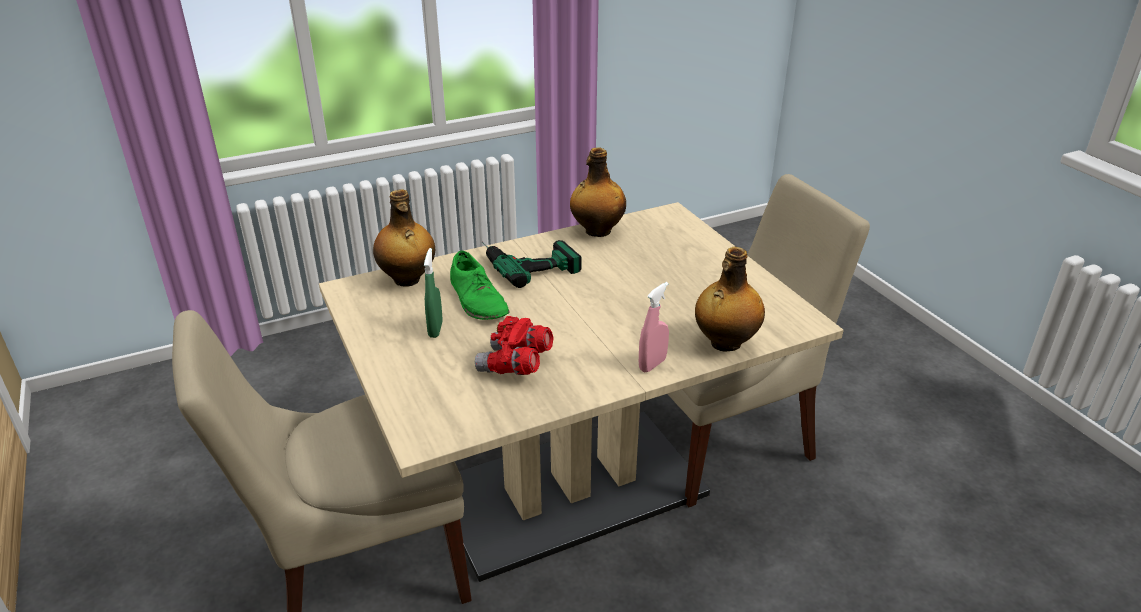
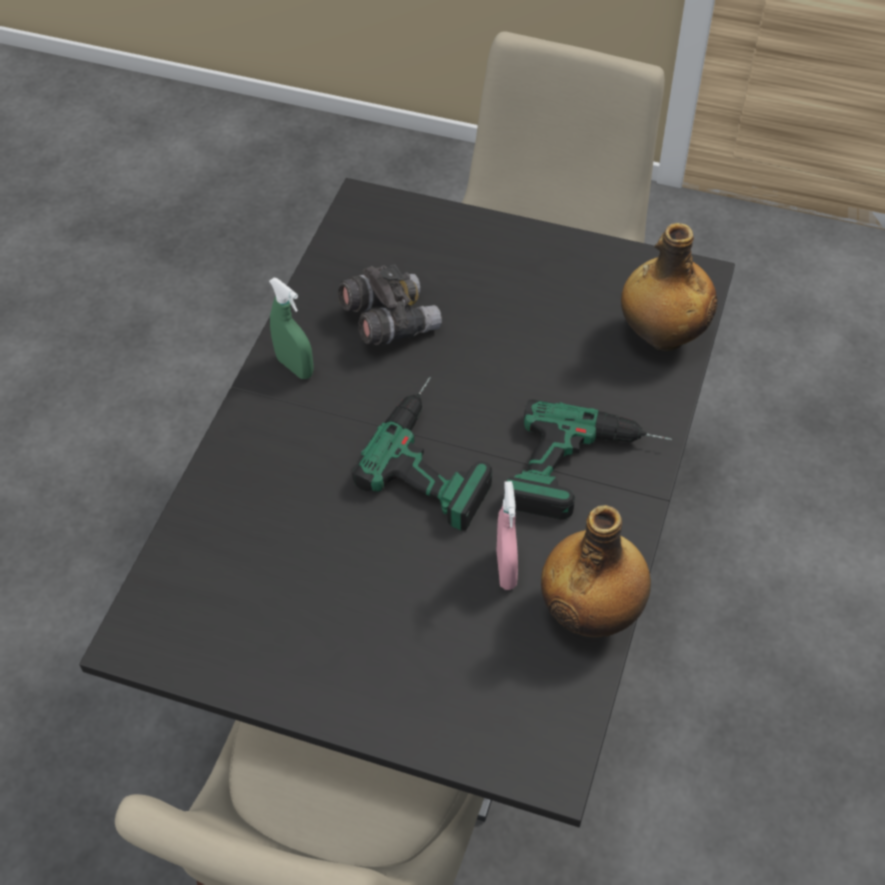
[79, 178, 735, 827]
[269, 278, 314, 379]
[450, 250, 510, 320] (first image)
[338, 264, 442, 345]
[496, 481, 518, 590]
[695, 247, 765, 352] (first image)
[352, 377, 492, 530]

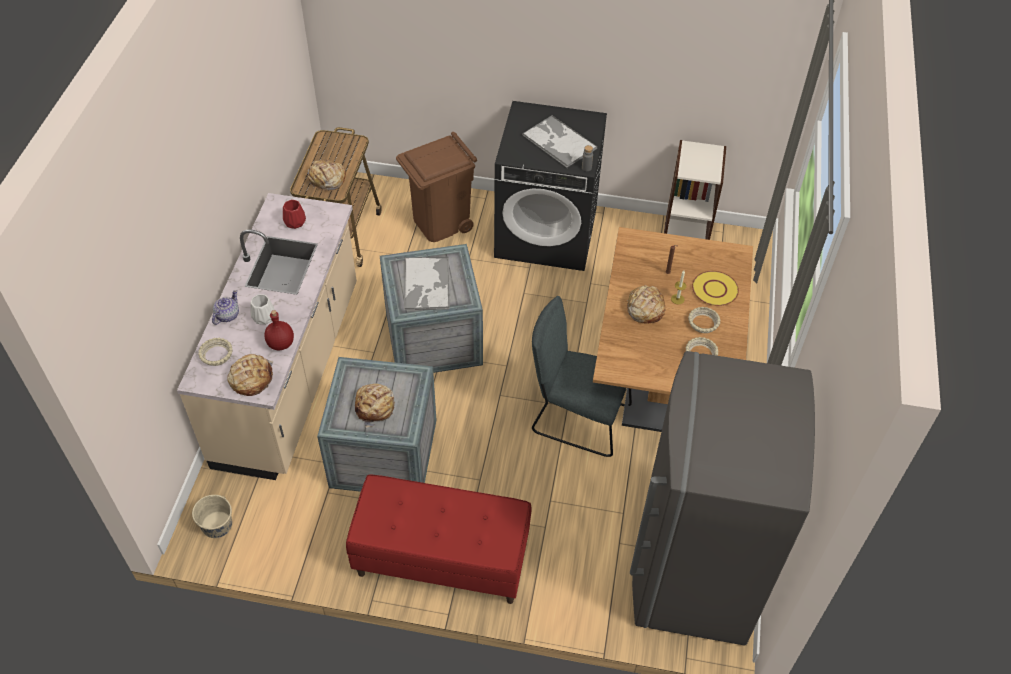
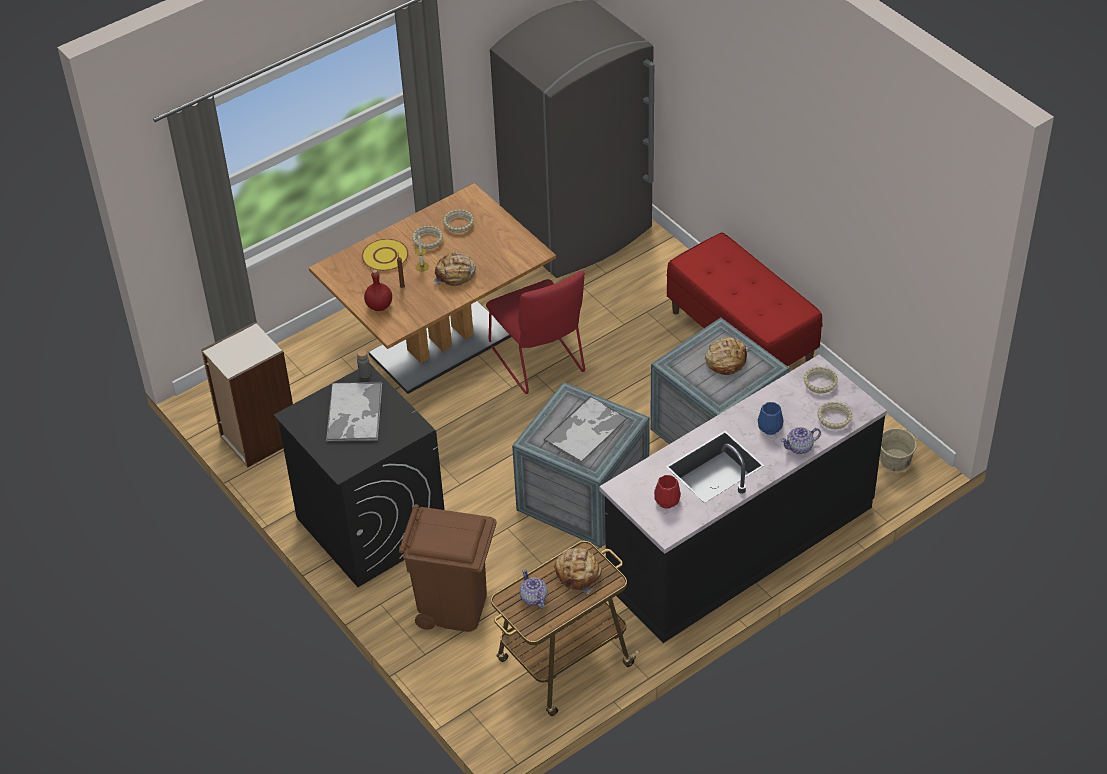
[599, 355, 887, 643]
[803, 367, 838, 394]
[758, 402, 784, 435]
[364, 270, 392, 311]
[486, 271, 585, 394]
[519, 569, 547, 609]

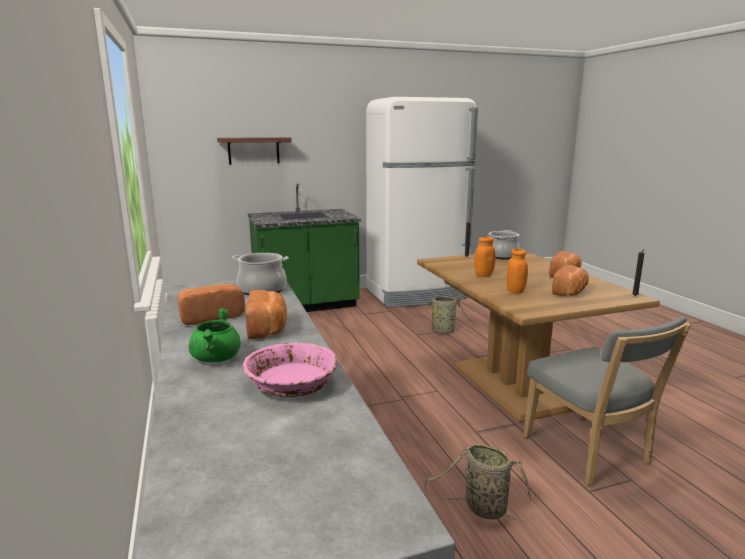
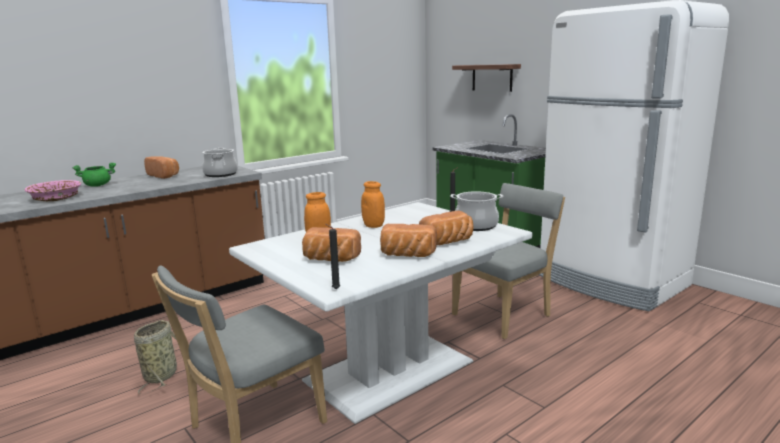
[419, 211, 473, 245]
[229, 202, 532, 424]
[452, 183, 565, 339]

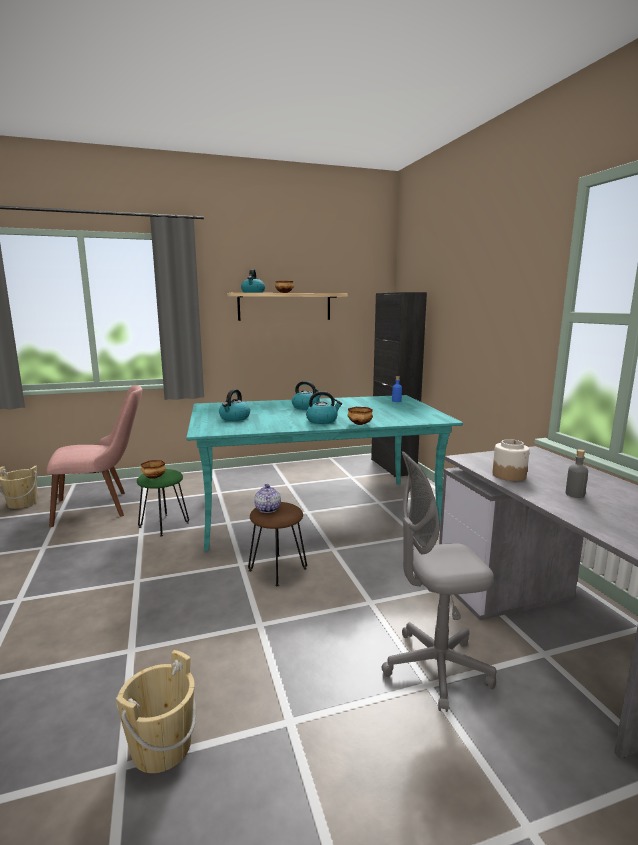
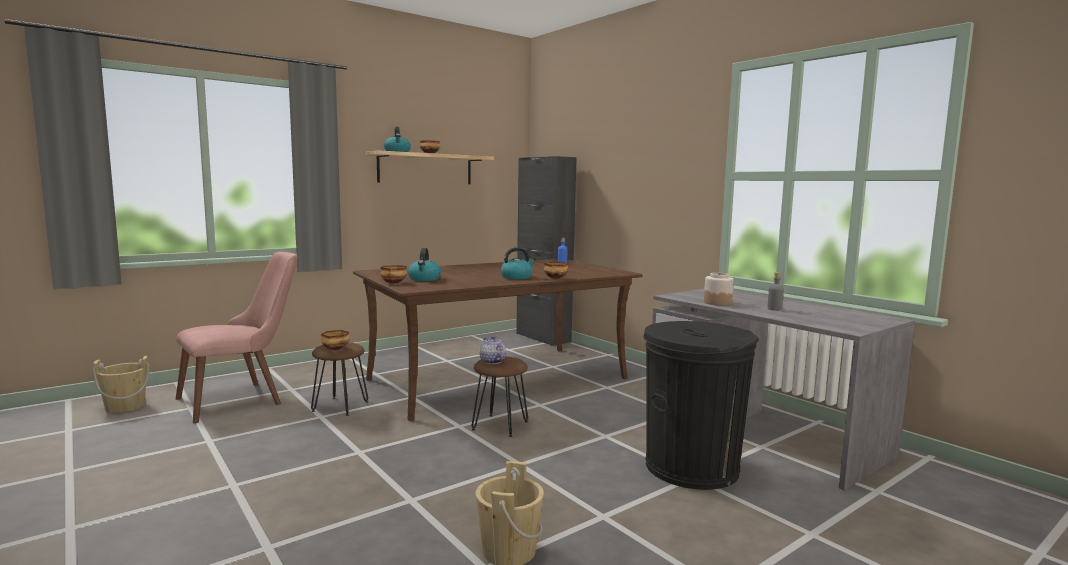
[311, 342, 368, 416]
[353, 259, 642, 421]
[292, 381, 320, 410] (first image)
[643, 321, 759, 490]
[380, 265, 407, 284]

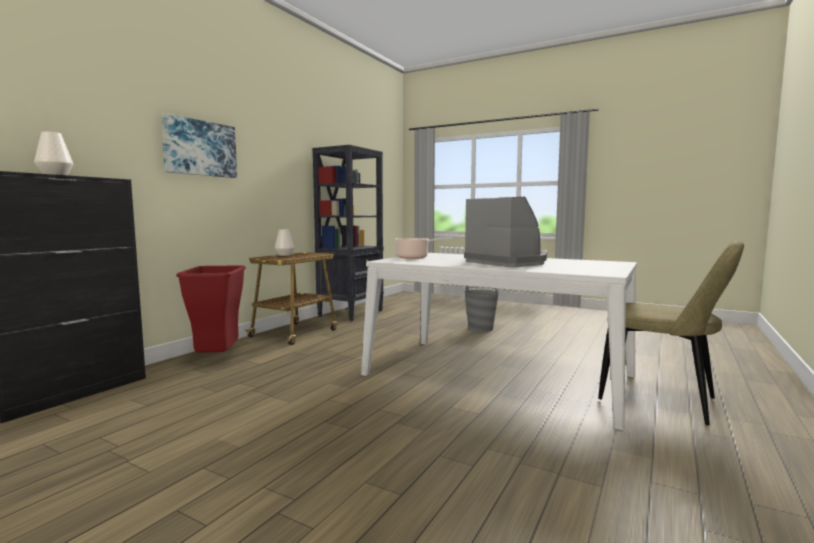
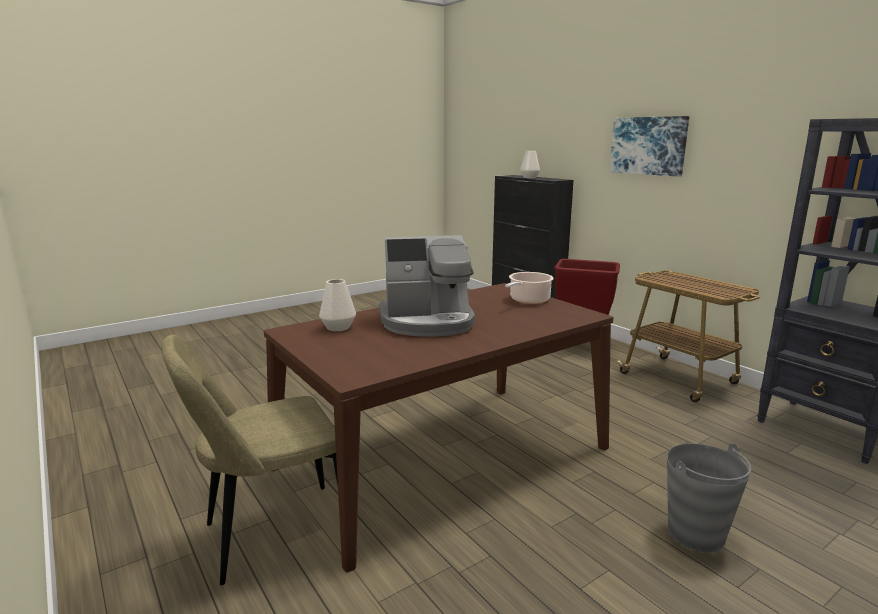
[319, 279, 356, 331]
[264, 283, 614, 572]

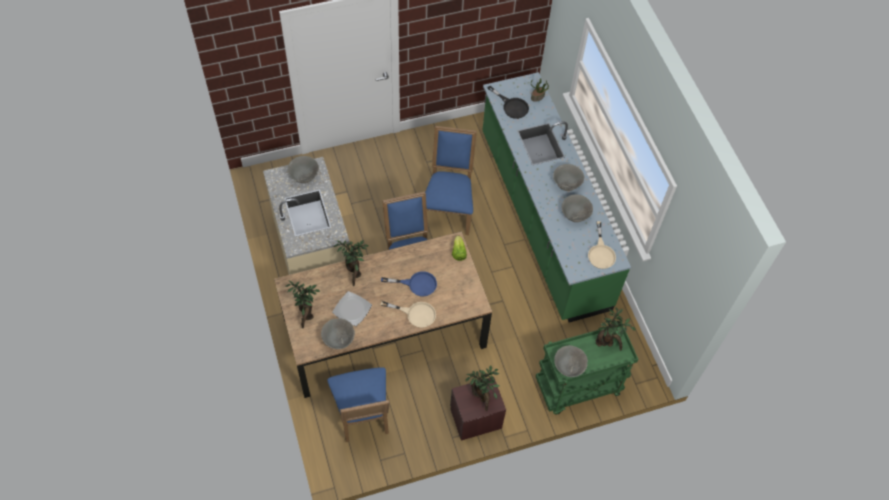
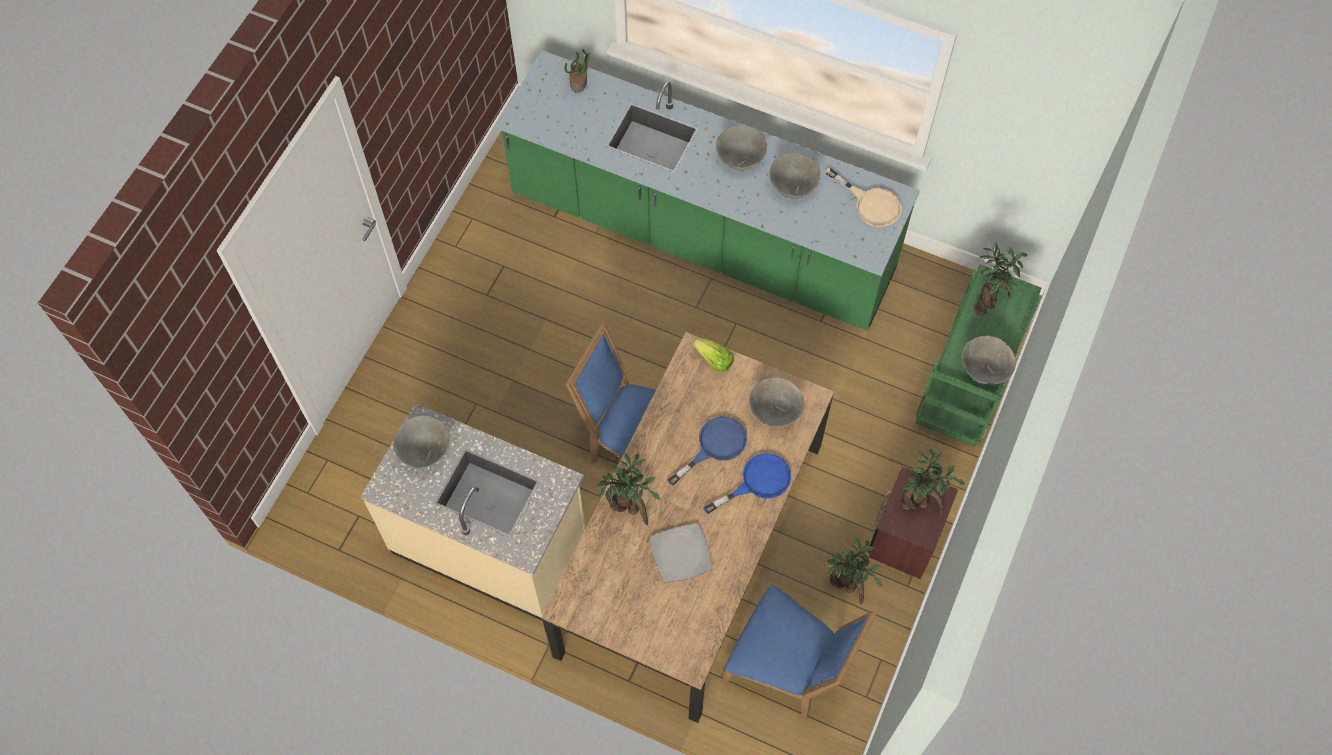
[826, 537, 882, 605]
[749, 377, 804, 427]
[703, 453, 791, 514]
[425, 126, 477, 235] (first image)
[488, 86, 529, 119] (first image)

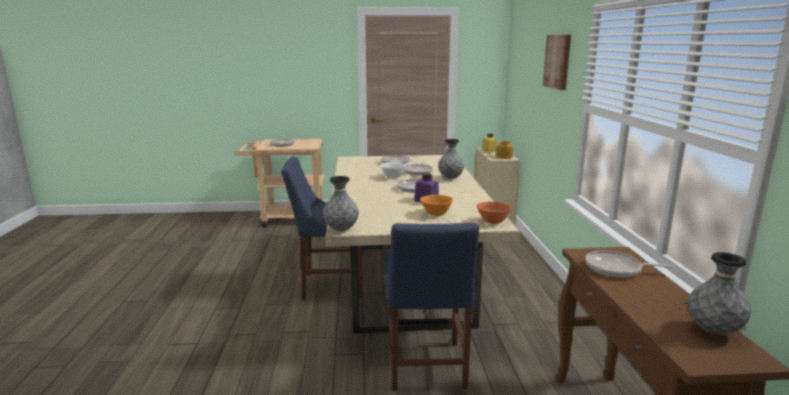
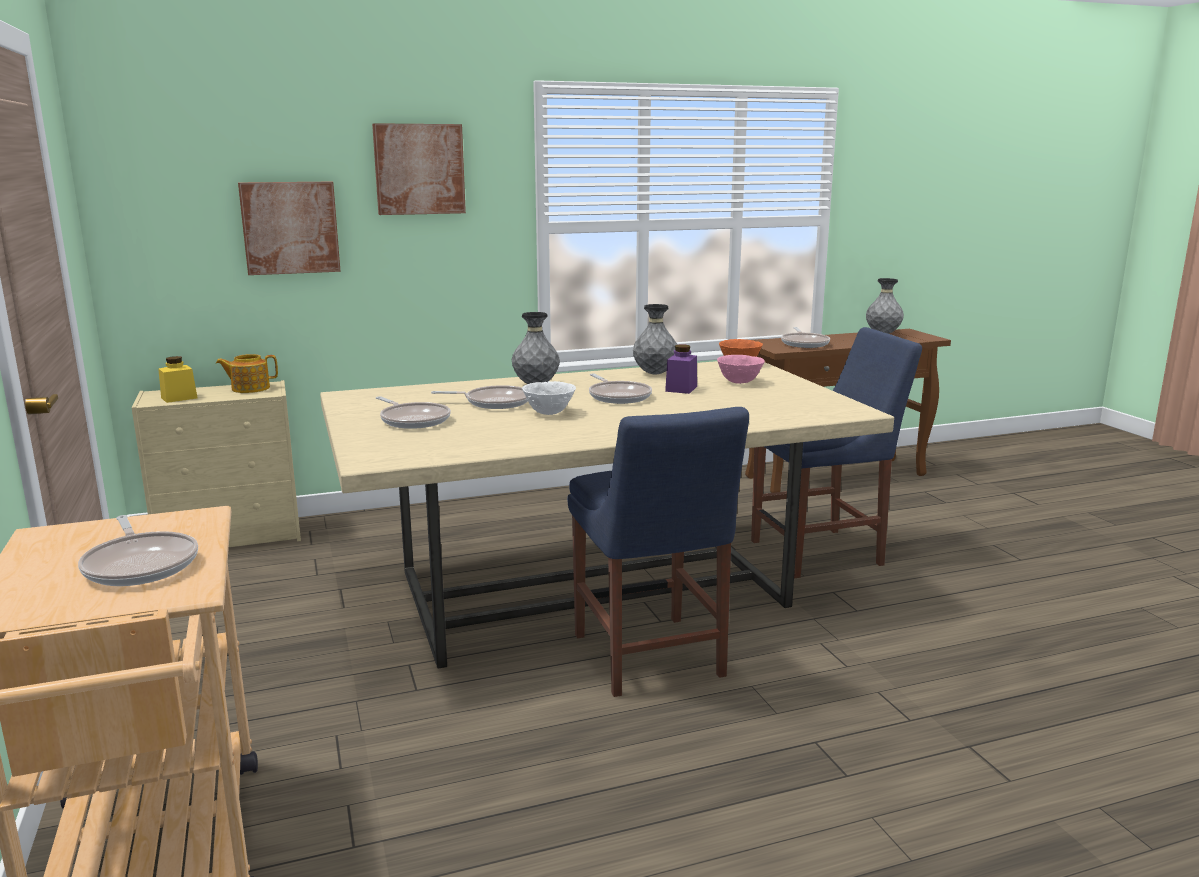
[633, 304, 677, 375]
[717, 355, 765, 384]
[238, 182, 341, 275]

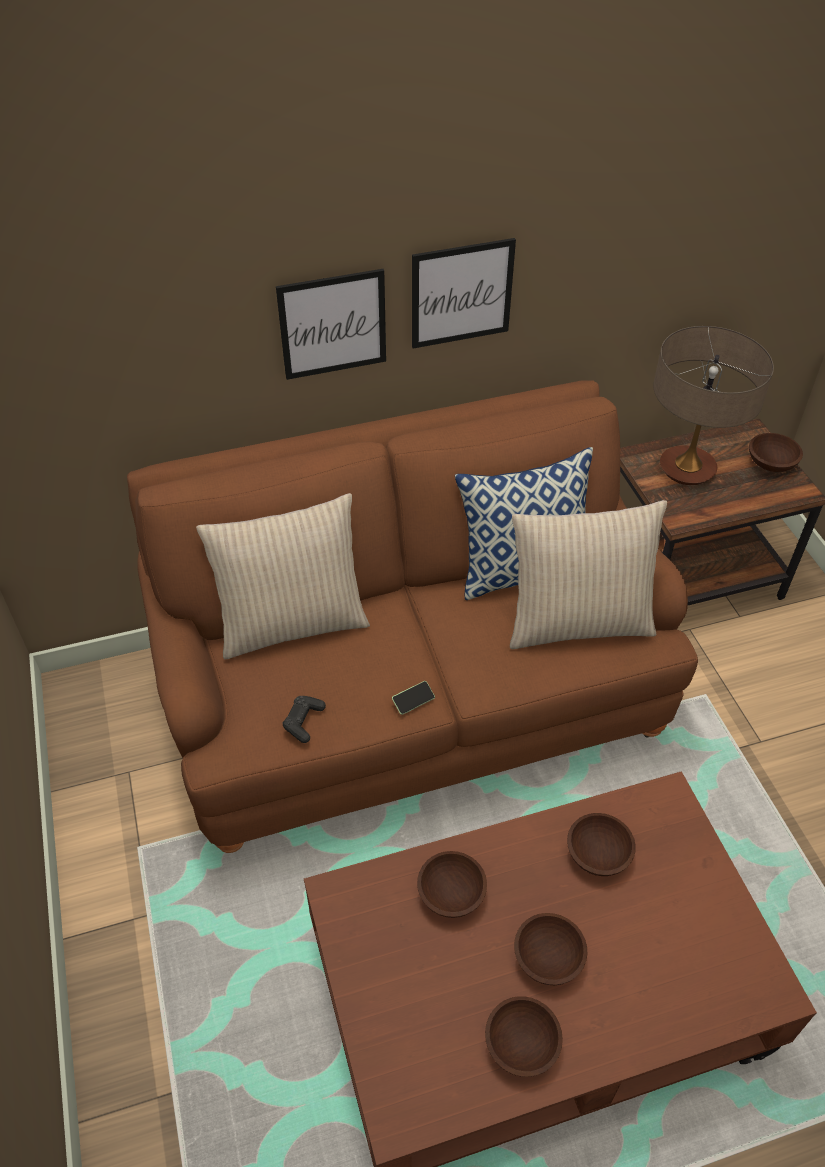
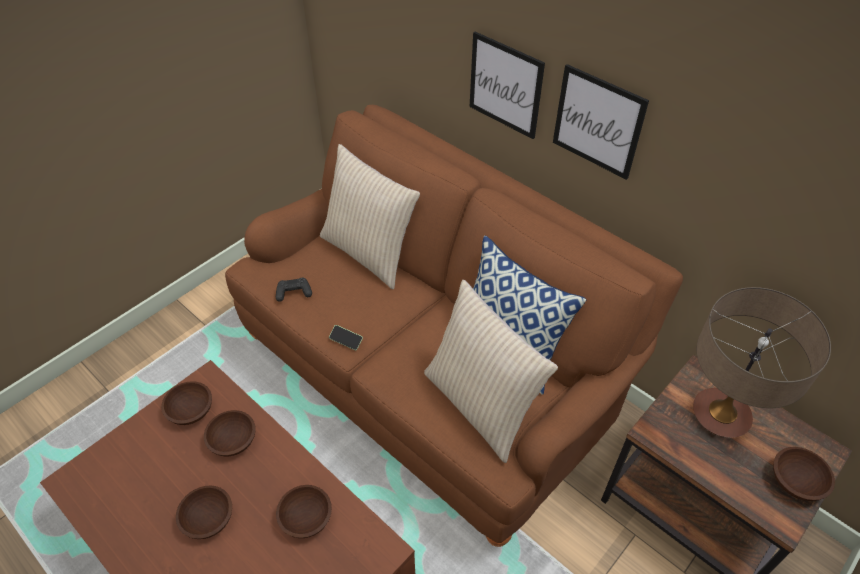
[161, 381, 212, 425]

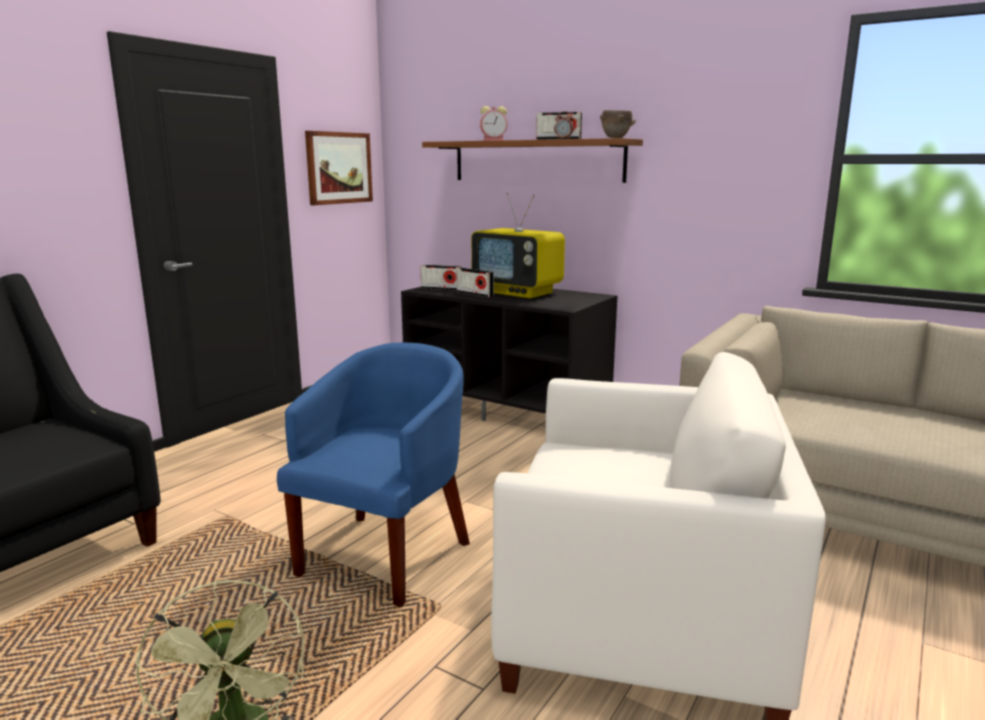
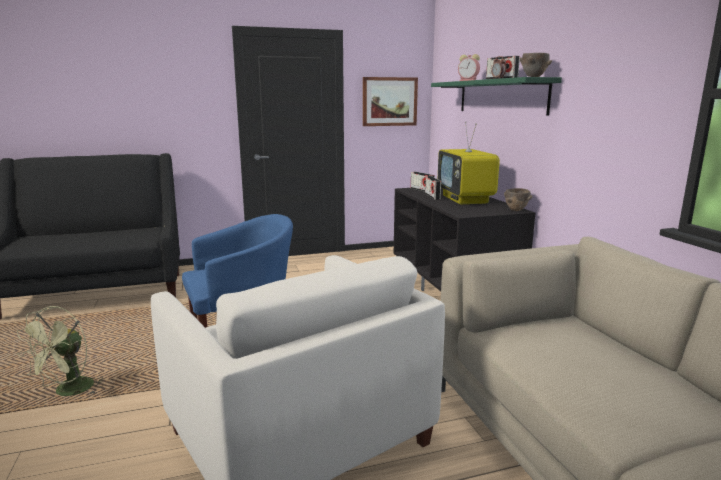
[431, 77, 562, 116]
[504, 188, 532, 211]

